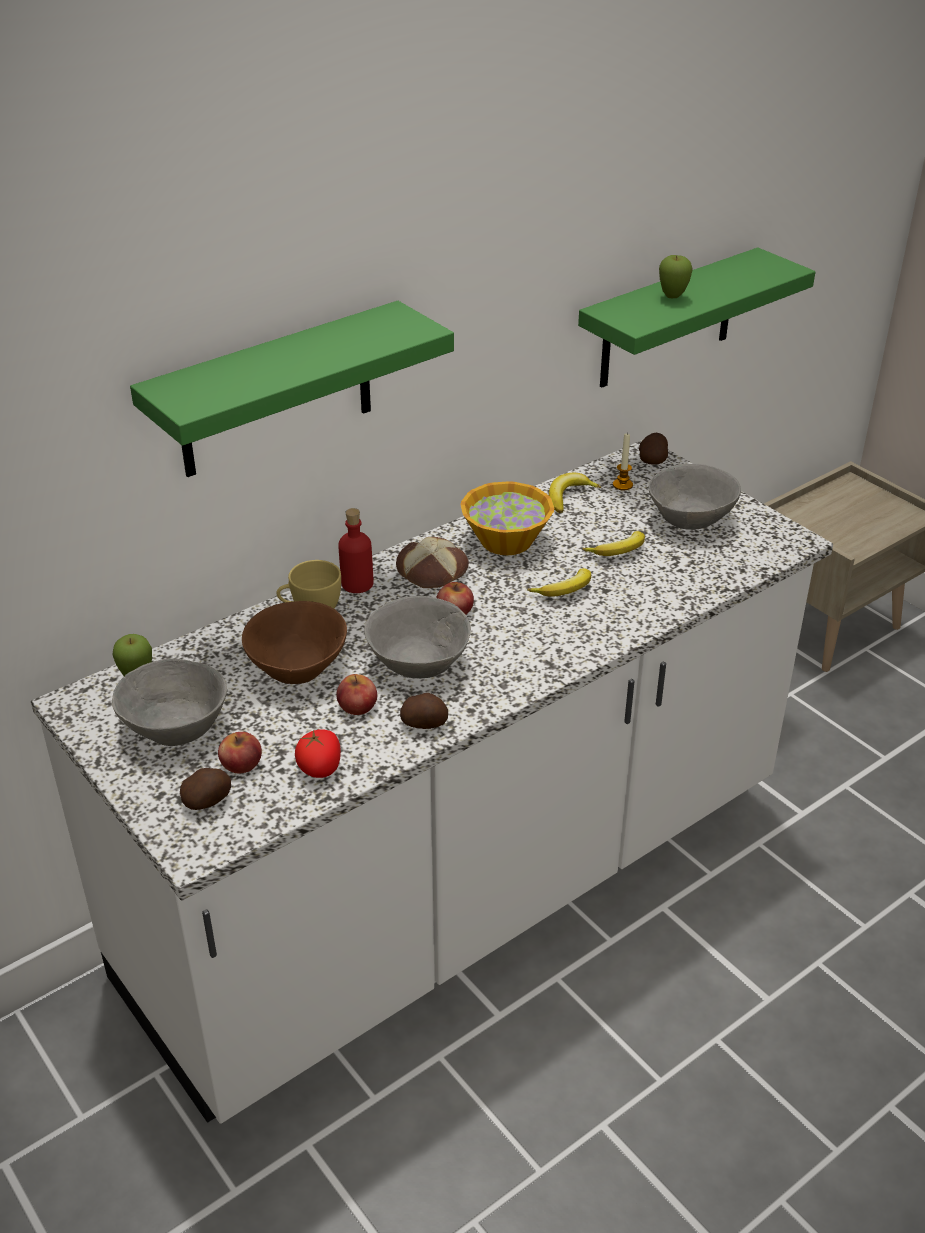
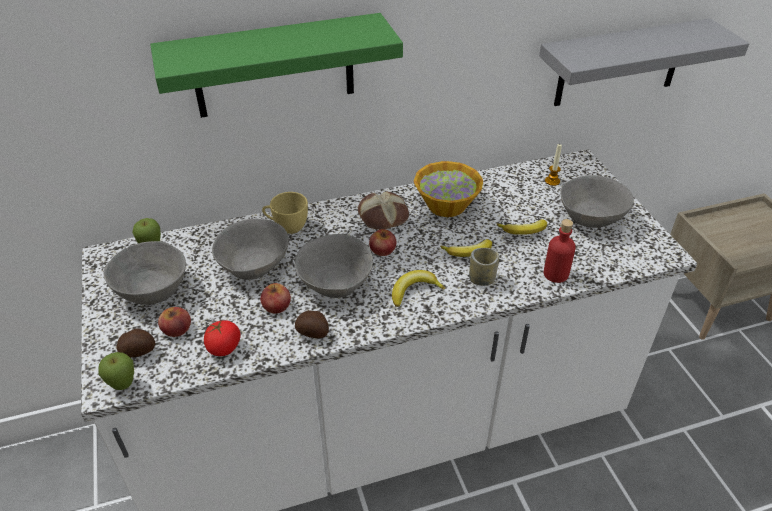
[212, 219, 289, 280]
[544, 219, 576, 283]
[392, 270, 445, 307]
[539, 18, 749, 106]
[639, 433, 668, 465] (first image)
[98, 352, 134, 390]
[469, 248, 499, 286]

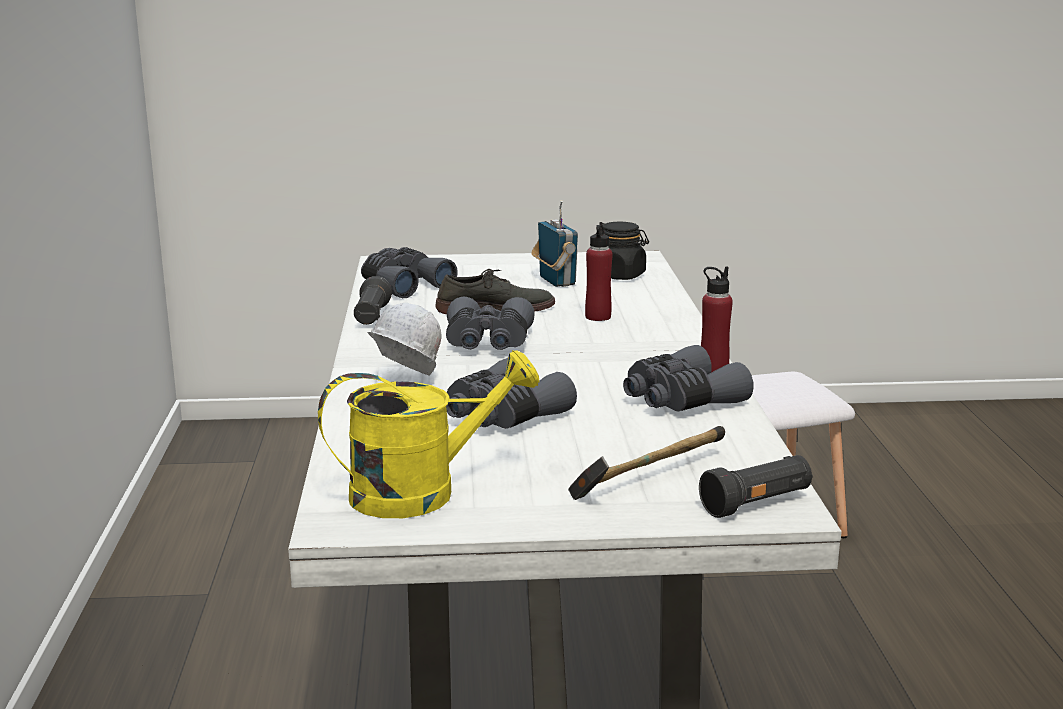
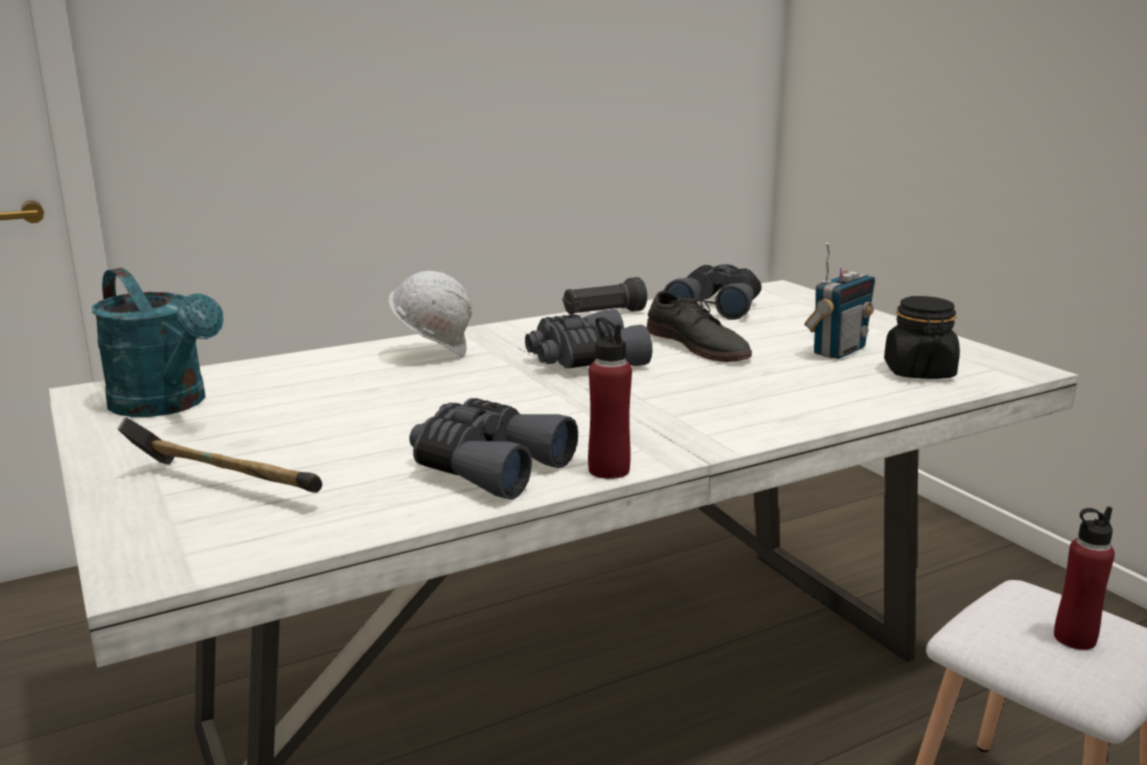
[92, 268, 224, 417]
[446, 358, 577, 429] (first image)
[1054, 507, 1115, 650]
[699, 455, 813, 518] (first image)

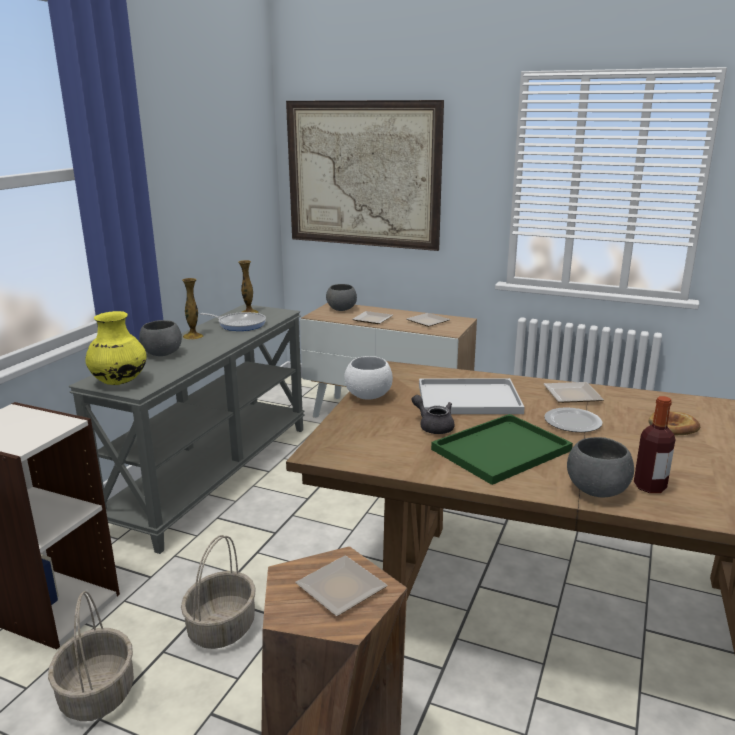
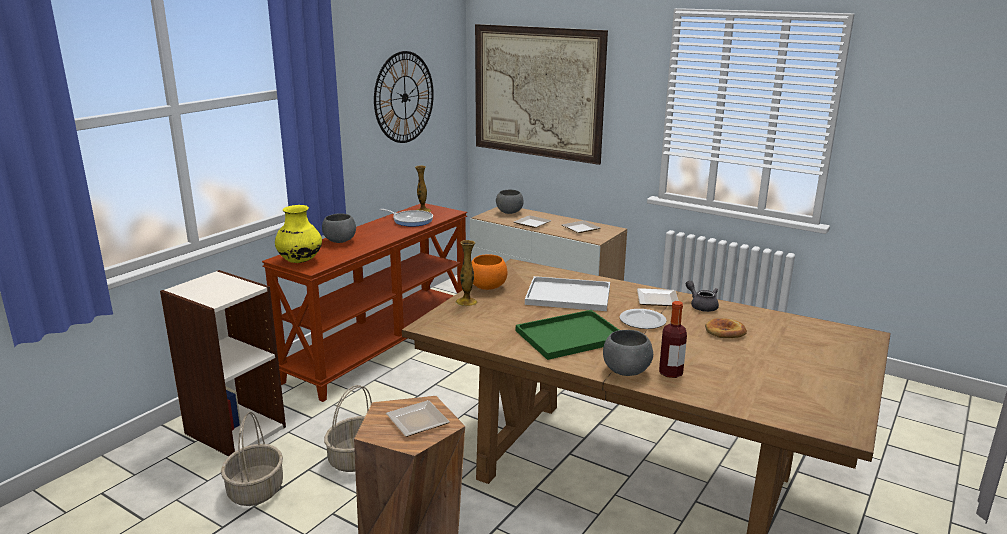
[262, 203, 467, 402]
[455, 240, 477, 306]
[471, 254, 508, 290]
[686, 280, 719, 312]
[374, 51, 434, 143]

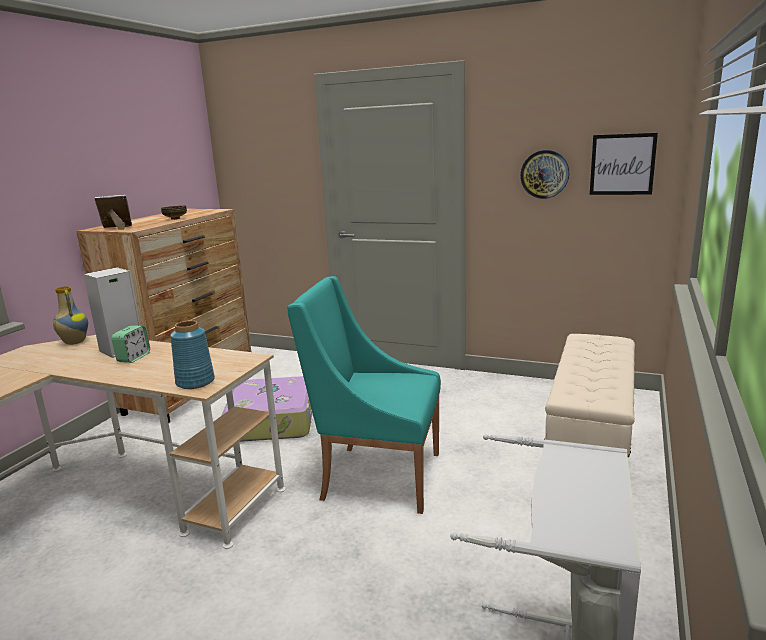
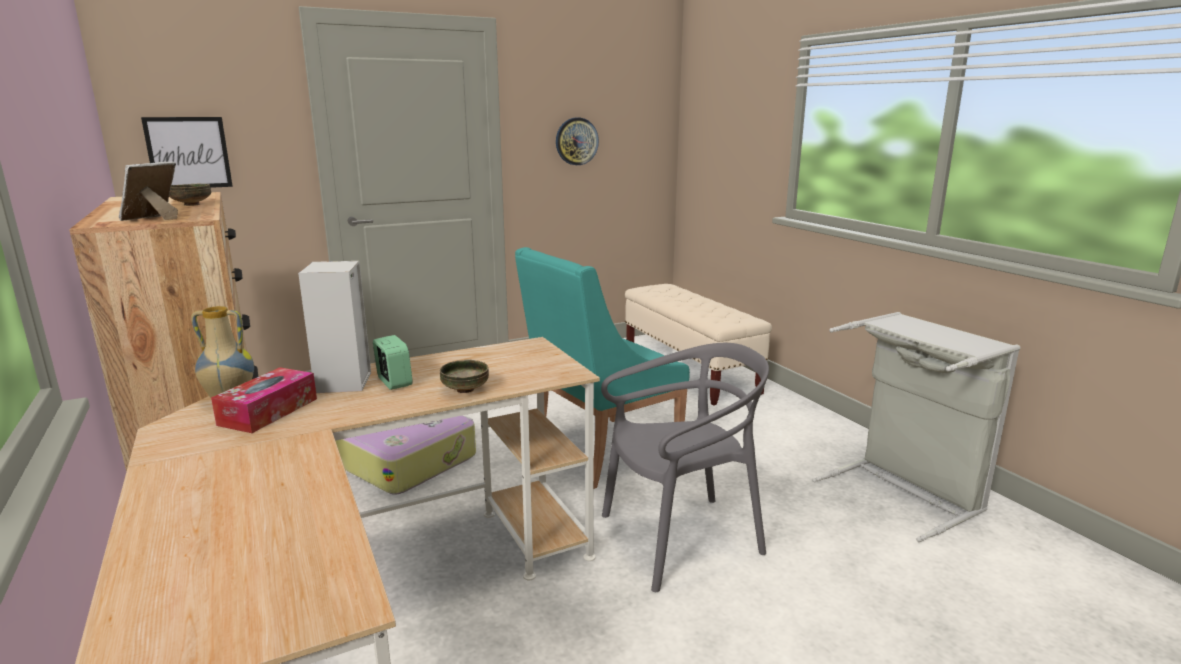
[170, 320, 215, 389] (first image)
[141, 117, 233, 188]
[211, 367, 317, 433]
[440, 359, 489, 393]
[601, 343, 769, 592]

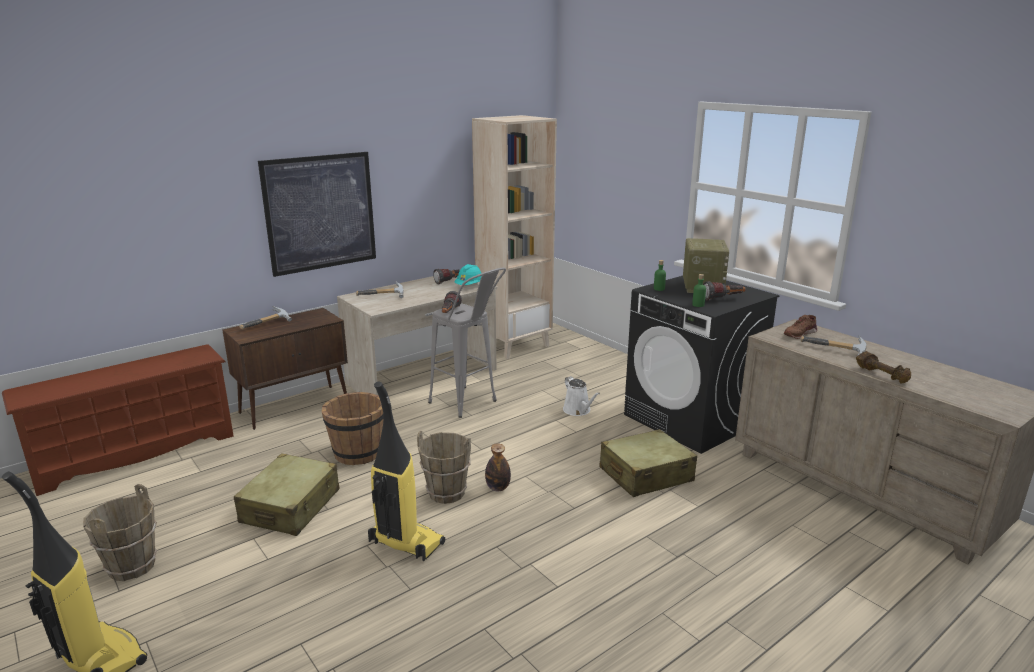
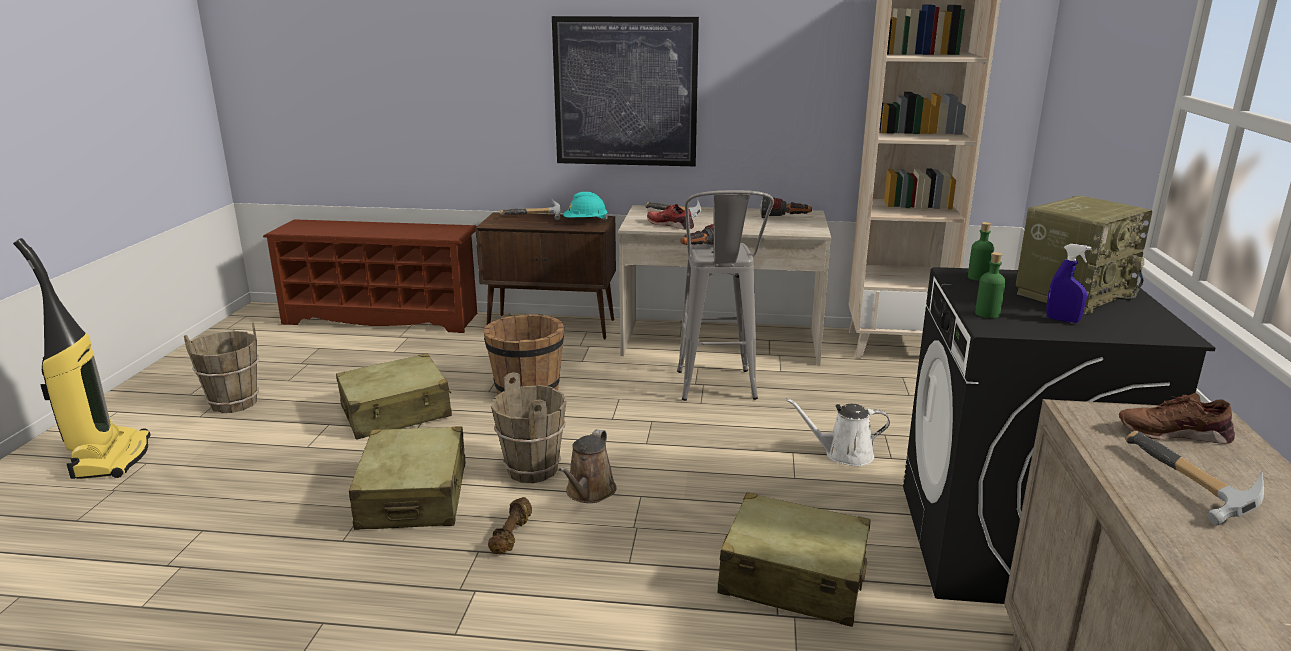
[349, 426, 465, 530]
[563, 192, 608, 221]
[559, 429, 616, 503]
[786, 398, 890, 466]
[1046, 244, 1092, 323]
[488, 497, 532, 554]
[647, 204, 694, 230]

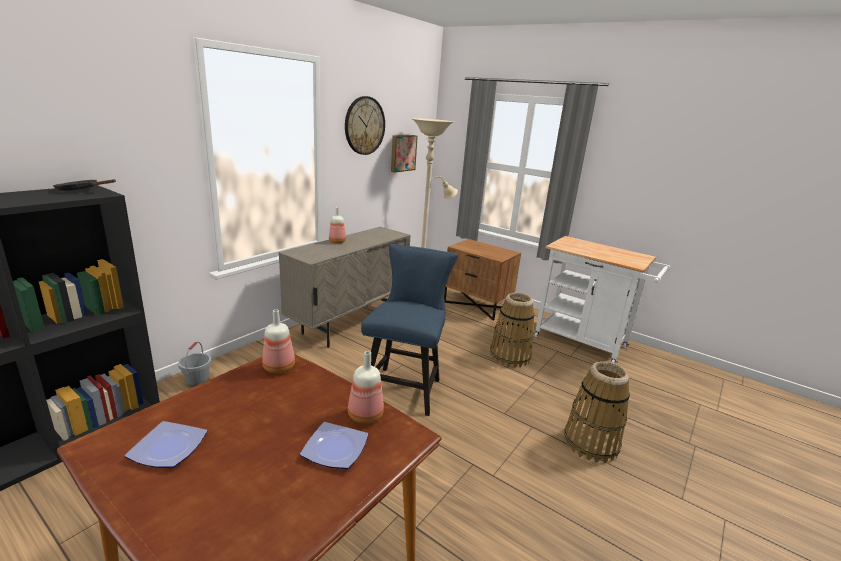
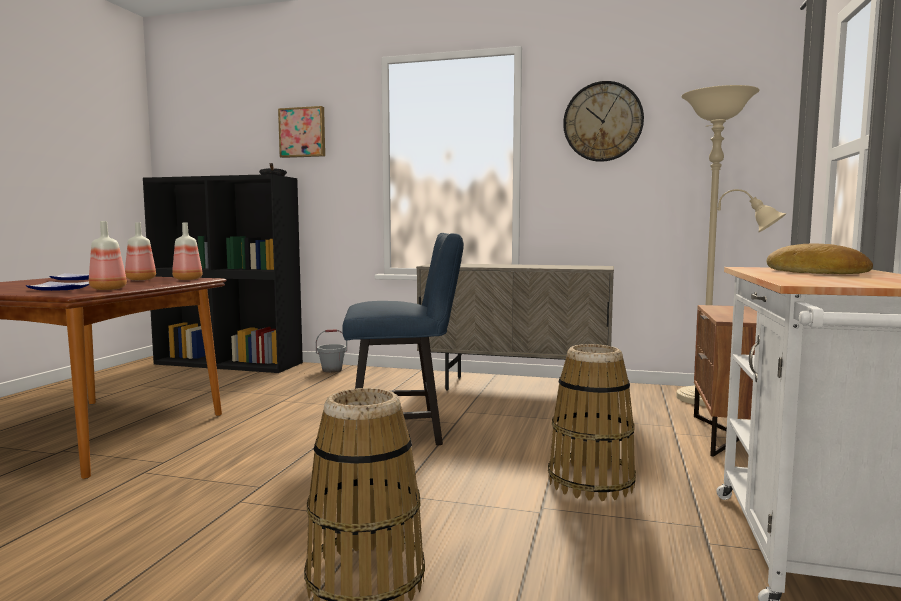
[125, 222, 156, 280]
[278, 106, 325, 158]
[767, 244, 873, 274]

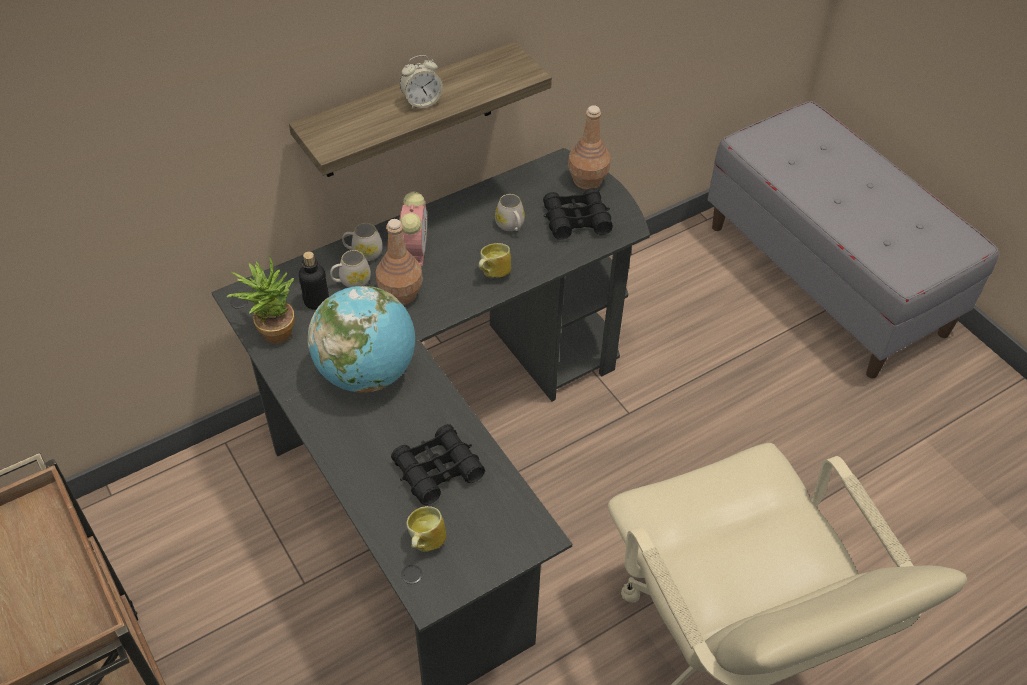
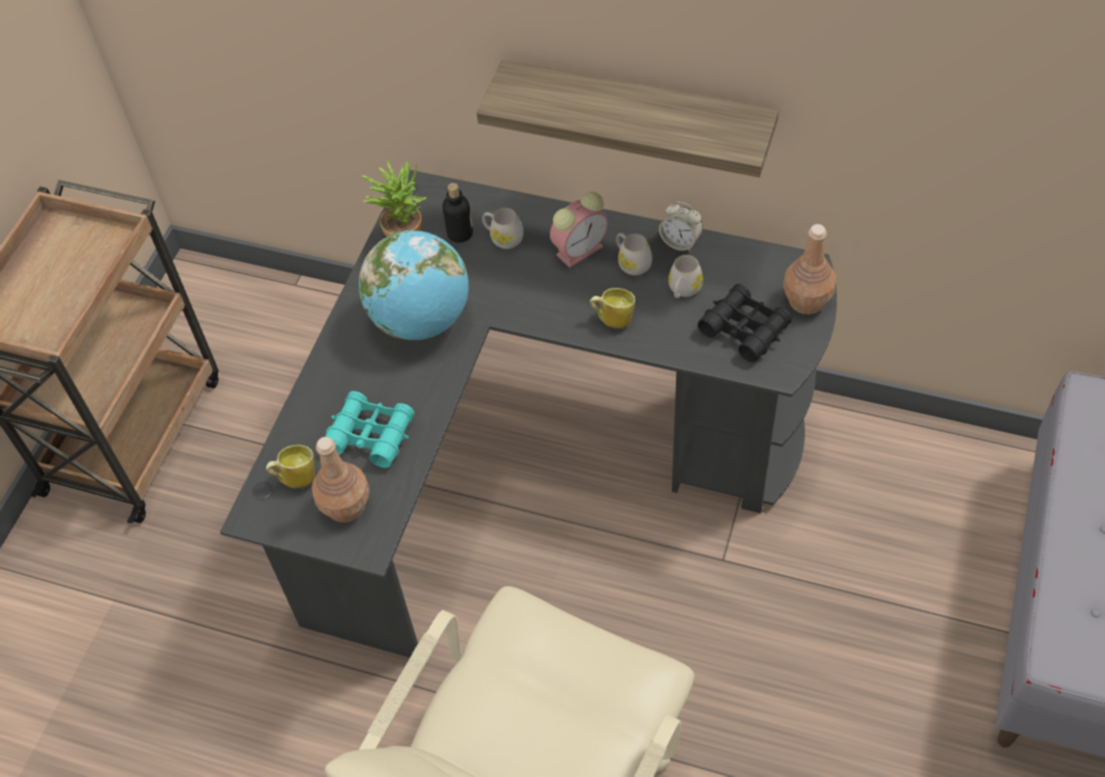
[616, 233, 652, 275]
[312, 437, 369, 522]
[325, 391, 415, 468]
[659, 202, 703, 252]

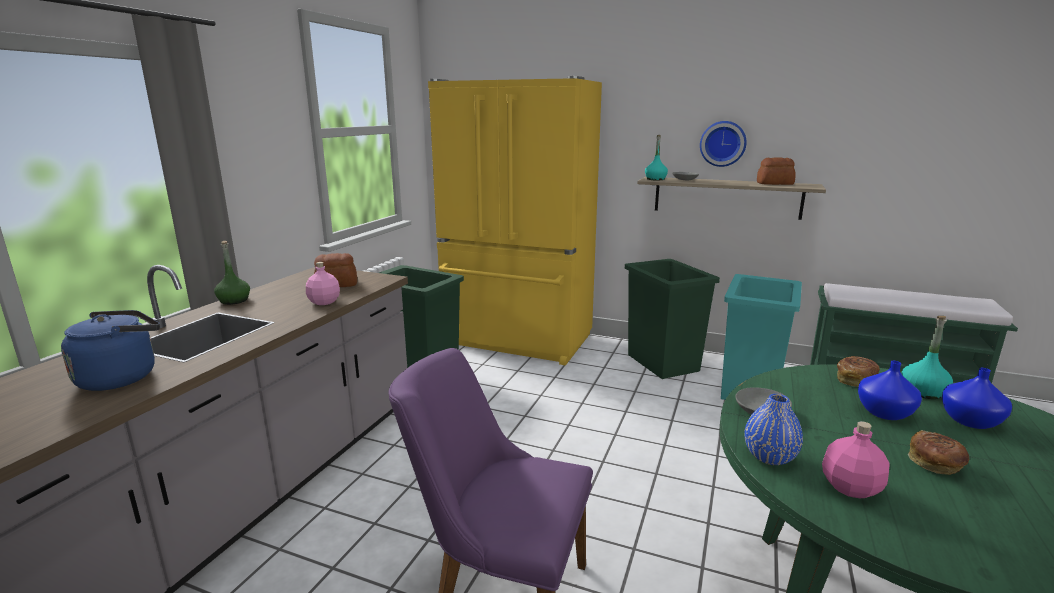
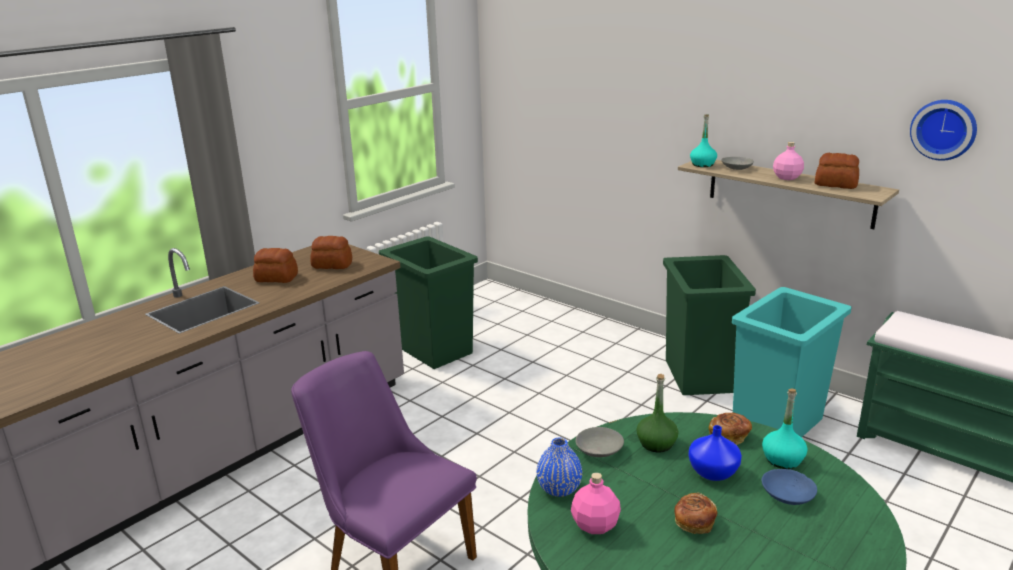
[61, 310, 160, 391] (first image)
[637, 374, 679, 452]
[773, 142, 804, 180]
[428, 76, 602, 366] (first image)
[910, 100, 977, 161]
[762, 469, 817, 505]
[253, 248, 298, 283]

